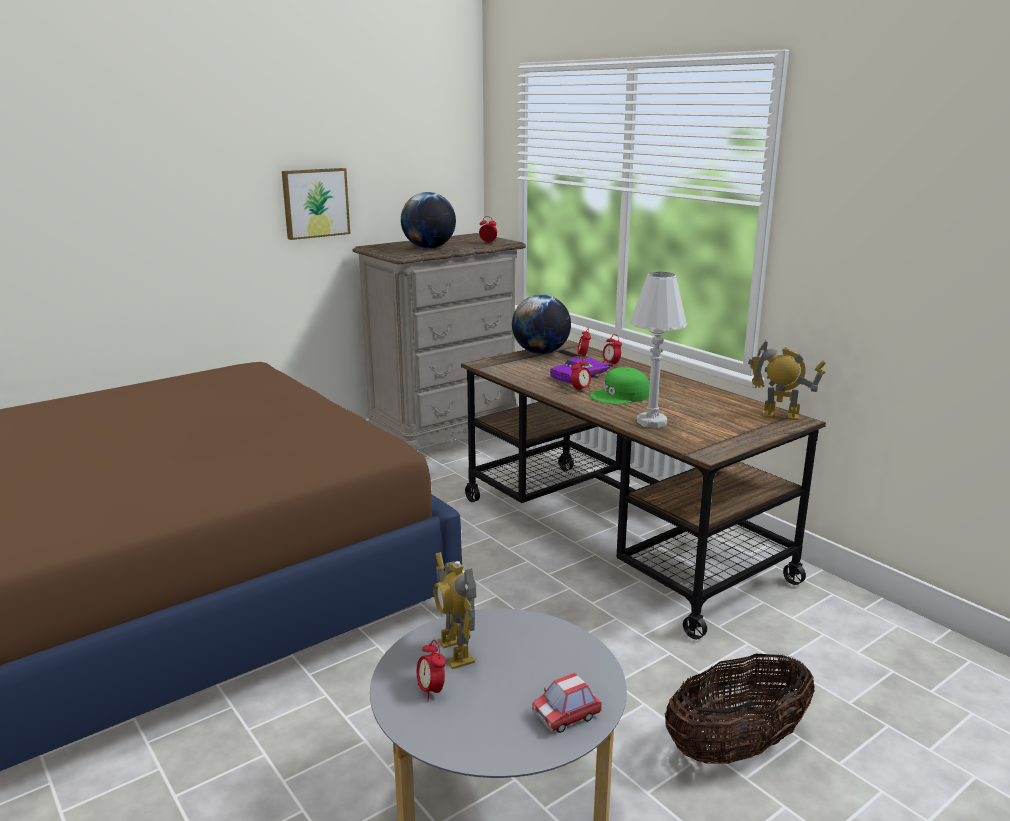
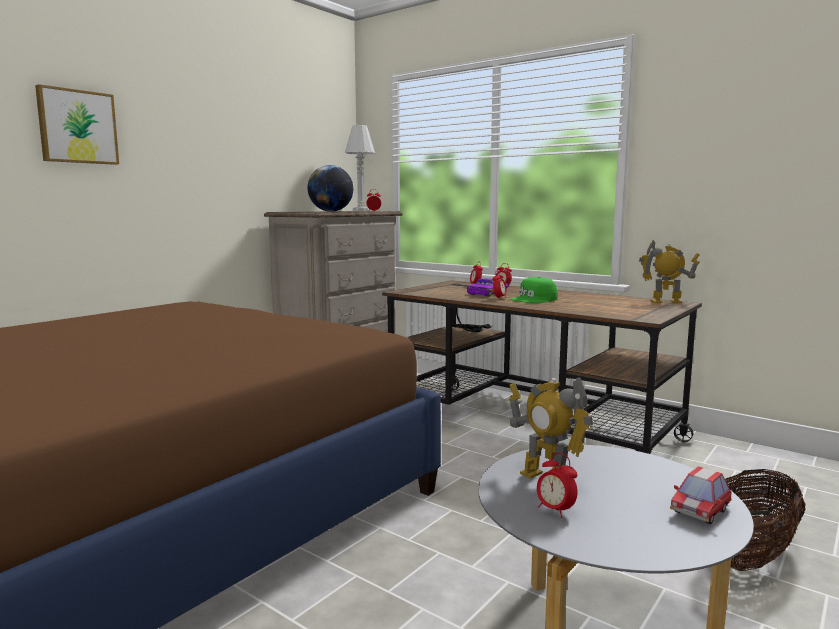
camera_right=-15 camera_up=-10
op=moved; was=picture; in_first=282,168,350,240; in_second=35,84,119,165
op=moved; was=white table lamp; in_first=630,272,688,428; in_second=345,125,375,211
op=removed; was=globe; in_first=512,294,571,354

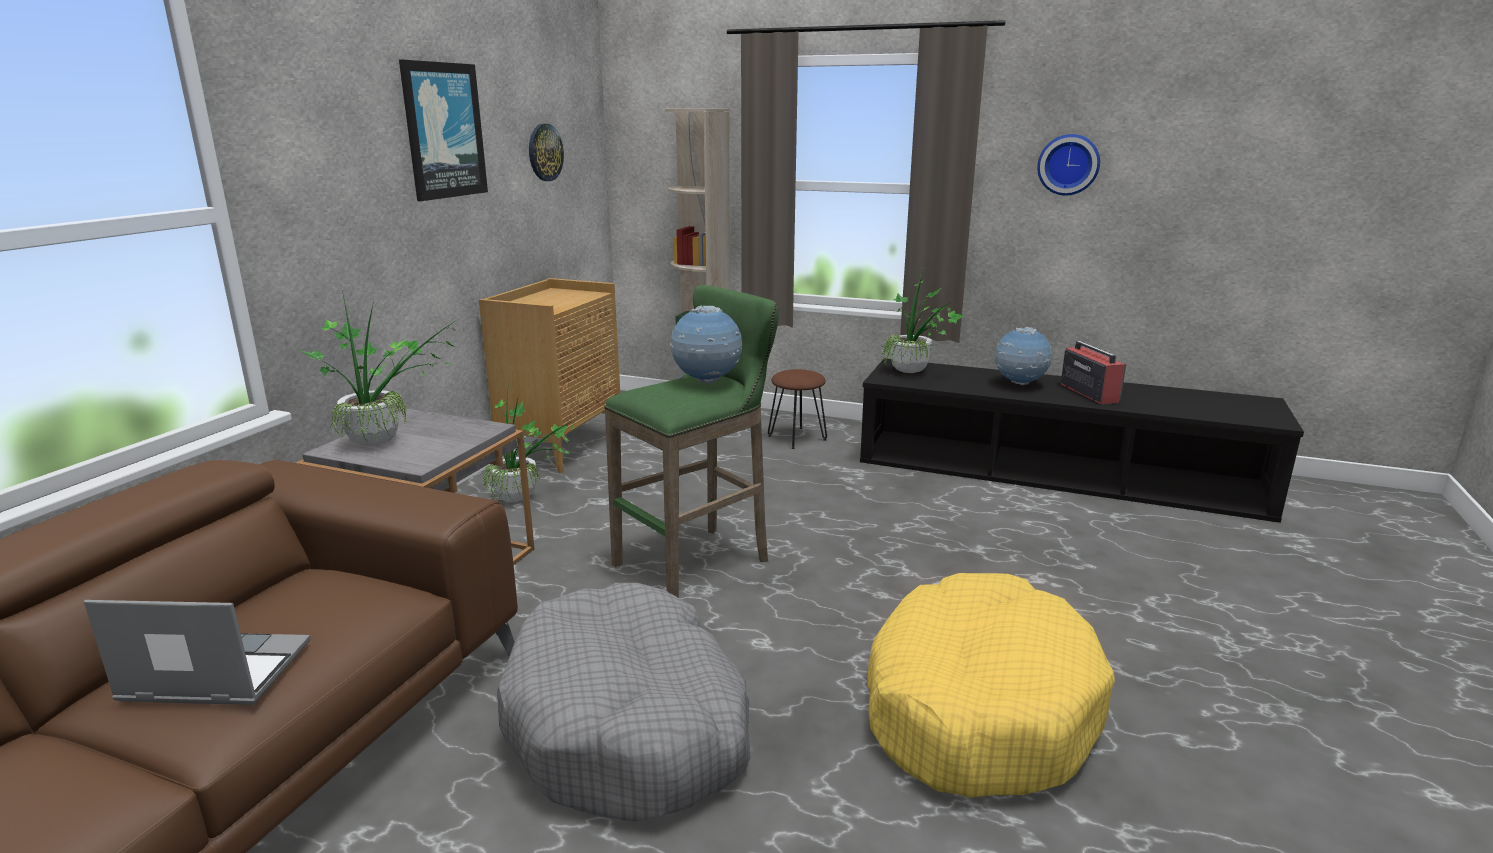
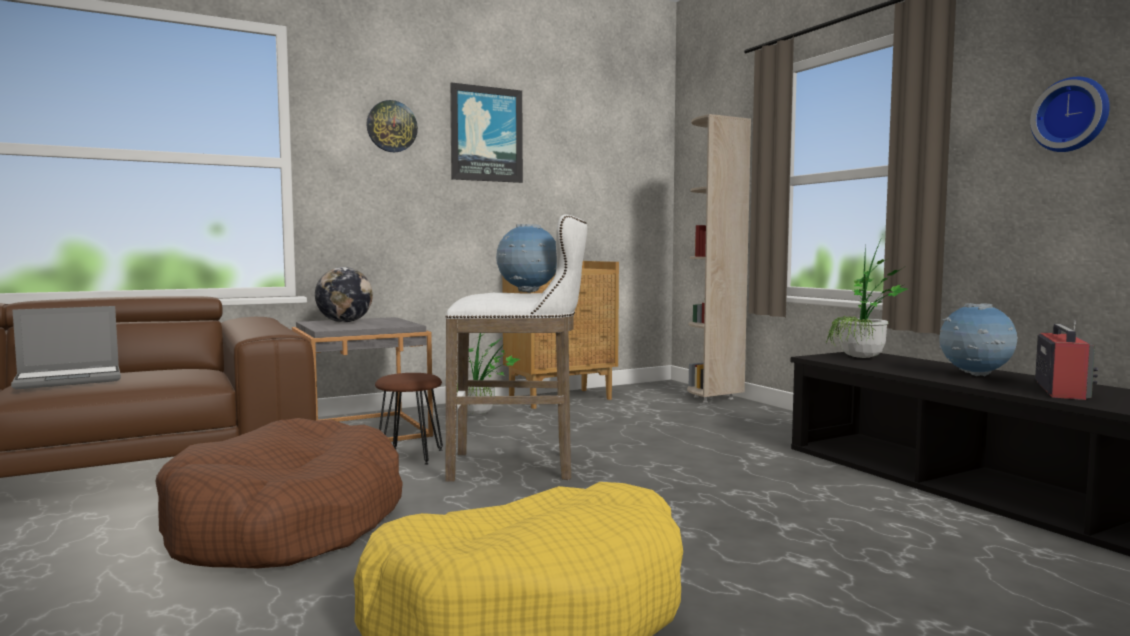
camera_right=40 camera_up=-15
op=turned; was=laptop; in_first=84,600,311,705; in_second=11,306,121,390; clockwise=105
op=recoloured; was=grey dog bed; now=brown dog bed; in_first=497,583,751,822; in_second=155,418,403,568
op=replaced; was=potted plant; now=globe; in_first=299,290,460,446; in_second=315,267,373,323
op=moved; was=wall clock; in_first=529,124,564,181; in_second=366,100,418,152
op=moved; was=brown stool; in_first=768,369,827,449; in_second=375,373,443,465
op=recoloured; was=green stool; now=white stool; in_first=604,285,779,598; in_second=445,215,587,482

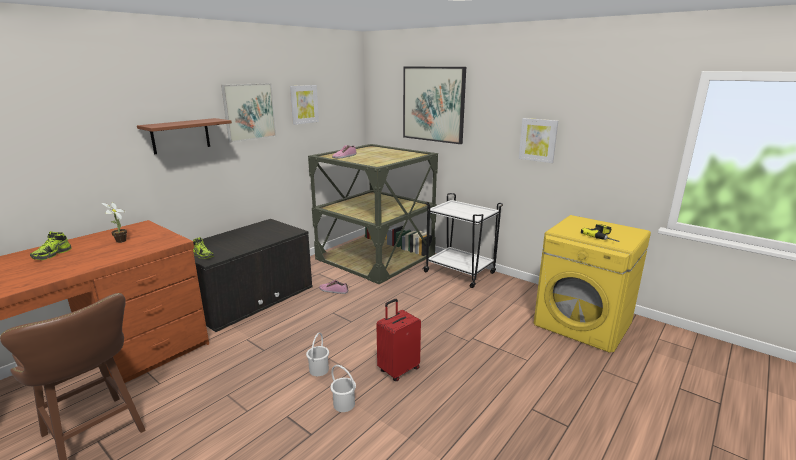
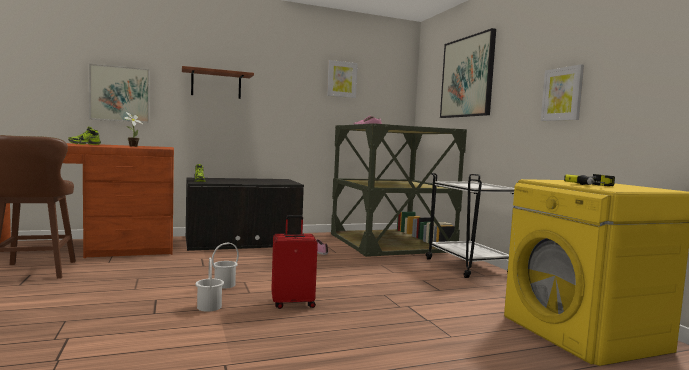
camera_right=30 camera_up=-15
op=moved; was=picture; in_first=221,83,276,143; in_second=89,64,150,123

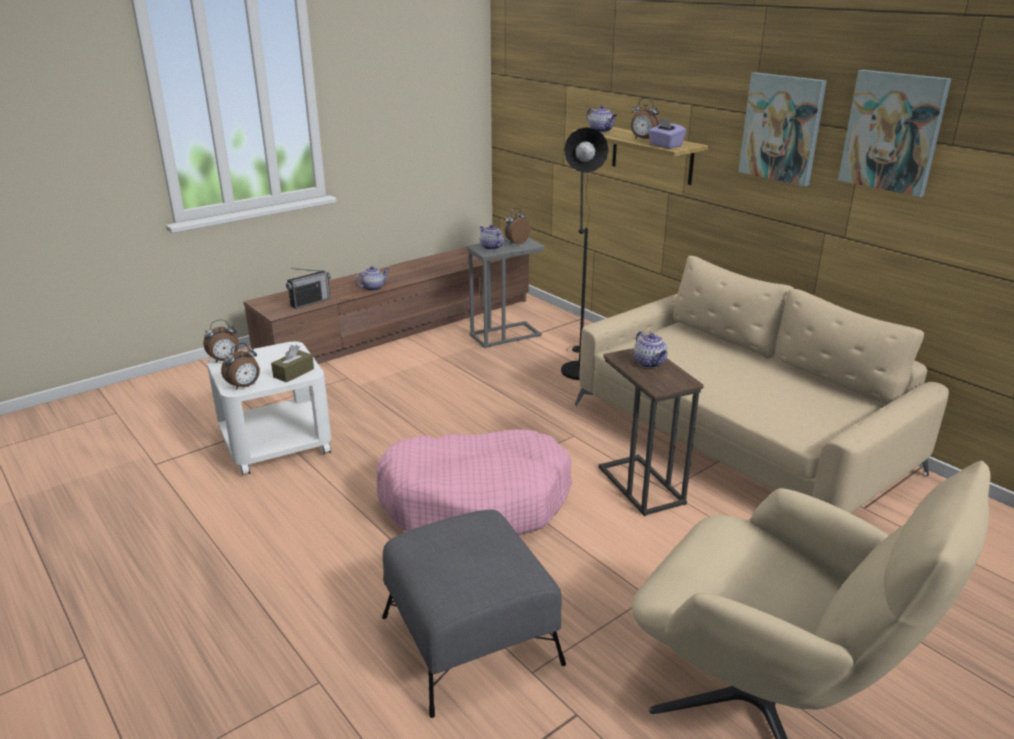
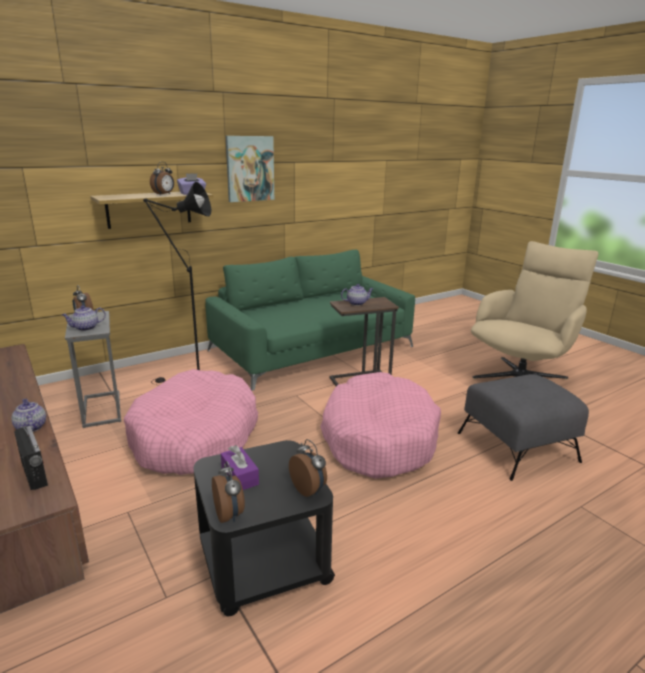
camera_right=-85 camera_up=-5
op=added; now=pink dog bed; in_second=124,369,258,475
op=recoloured; was=white side table; now=black side table; in_first=207,342,331,476; in_second=193,440,335,616
op=recoloured; was=beige sofa; now=green sofa; in_first=575,256,949,513; in_second=205,250,415,391
op=added; now=purple tissue box; in_second=221,445,259,490
op=removed; was=brown tissue box; in_first=271,345,314,383
op=removed; was=teapot; in_first=587,105,617,132
op=removed; was=picture; in_first=838,70,951,197

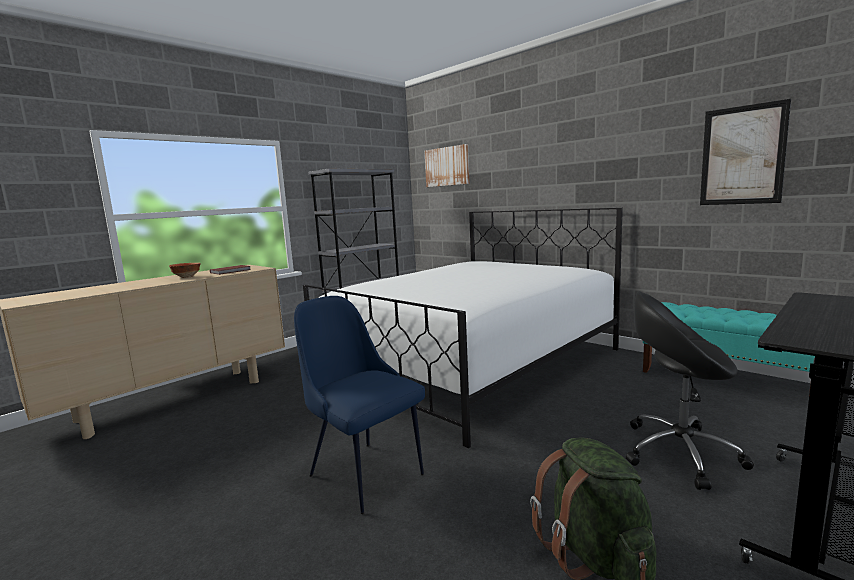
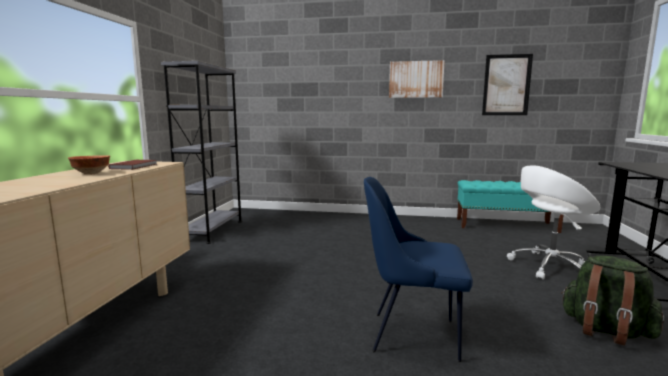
camera_right=-35 camera_up=0
op=moved; was=picture; in_first=424,144,469,187; in_second=389,60,445,98
op=recoloured; was=black office chair; now=white office chair; in_first=626,292,754,490; in_second=507,165,600,280
op=removed; was=white bed; in_first=303,208,623,448

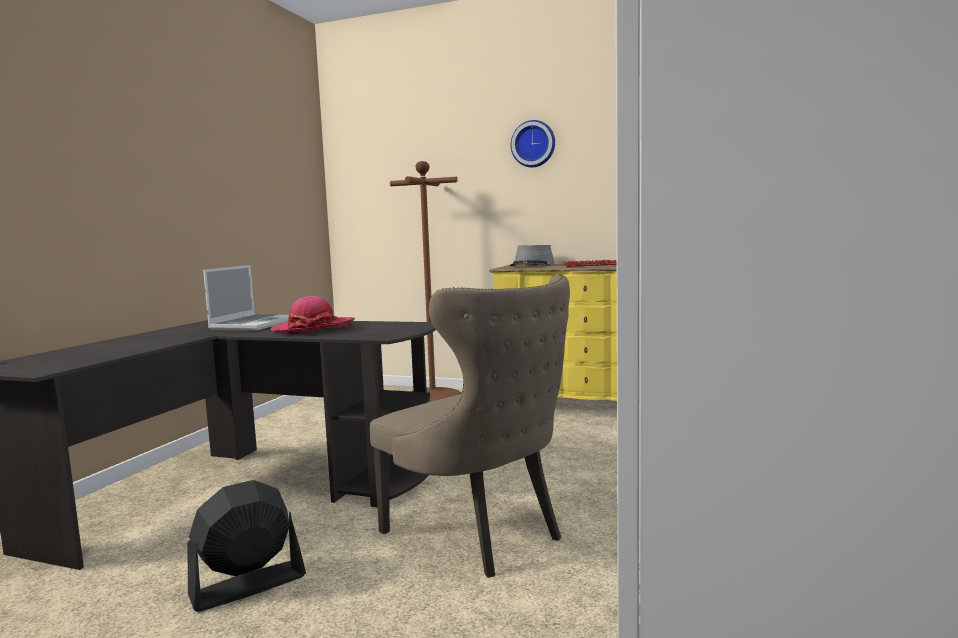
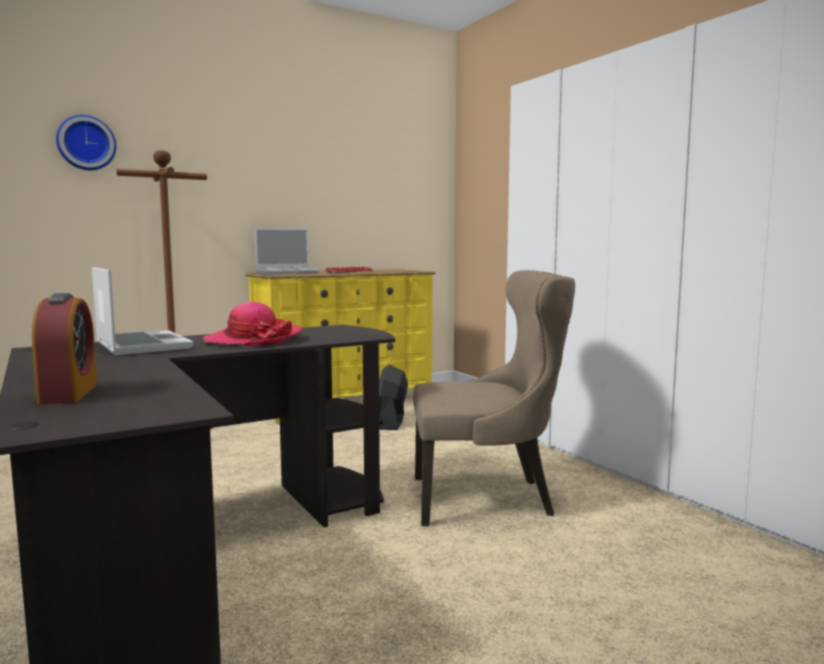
camera_right=-50 camera_up=0
op=added; now=alarm clock; in_second=32,293,97,404
op=moved; was=wall clock; in_first=511,120,555,167; in_second=56,115,116,170
op=replaced; was=grey hat; now=laptop; in_first=510,245,554,266; in_second=254,228,320,274
op=moved; was=black fan; in_first=187,480,306,612; in_second=379,365,408,430

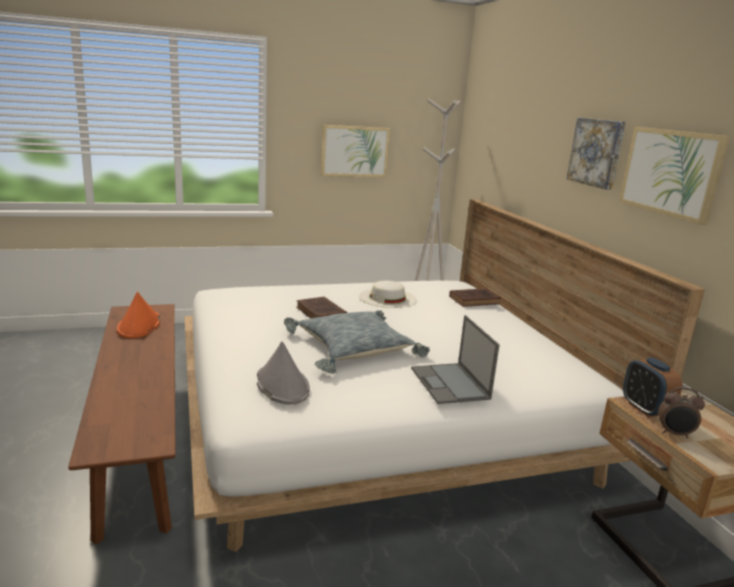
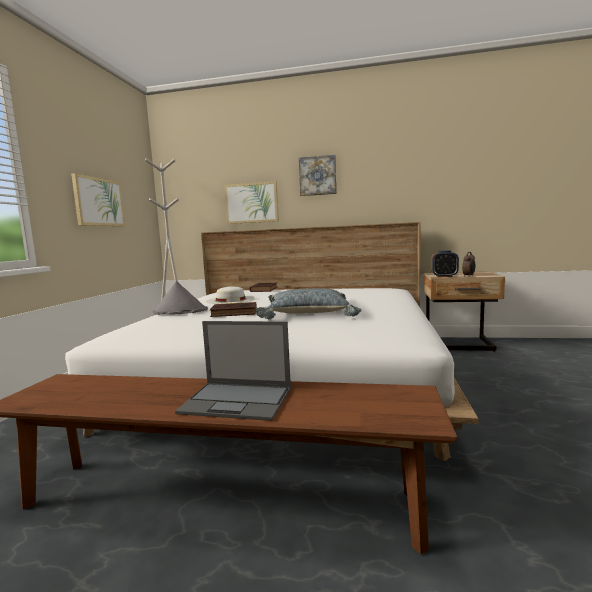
camera_right=-60 camera_up=-10
op=moved; was=grey hat; in_first=257,342,310,405; in_second=153,281,208,315
op=moved; was=laptop; in_first=411,315,500,404; in_second=175,321,291,421
op=moved; was=picture; in_first=619,127,730,225; in_second=224,181,279,224
op=removed; was=orange hat; in_first=117,292,160,338

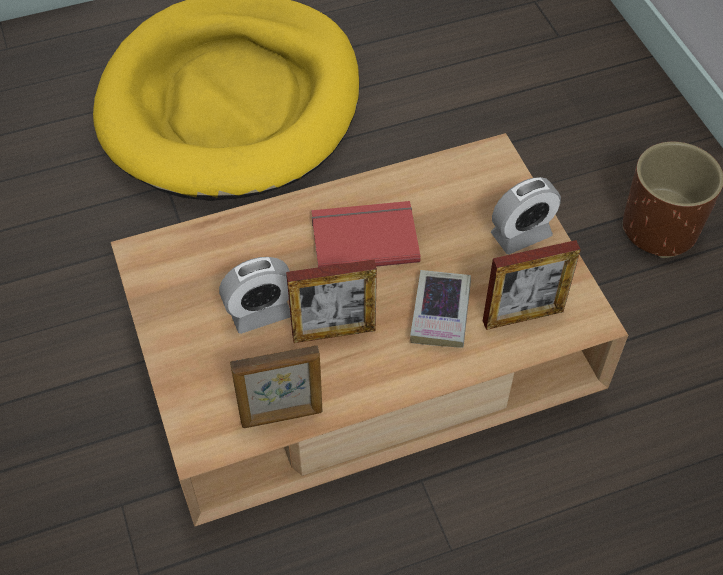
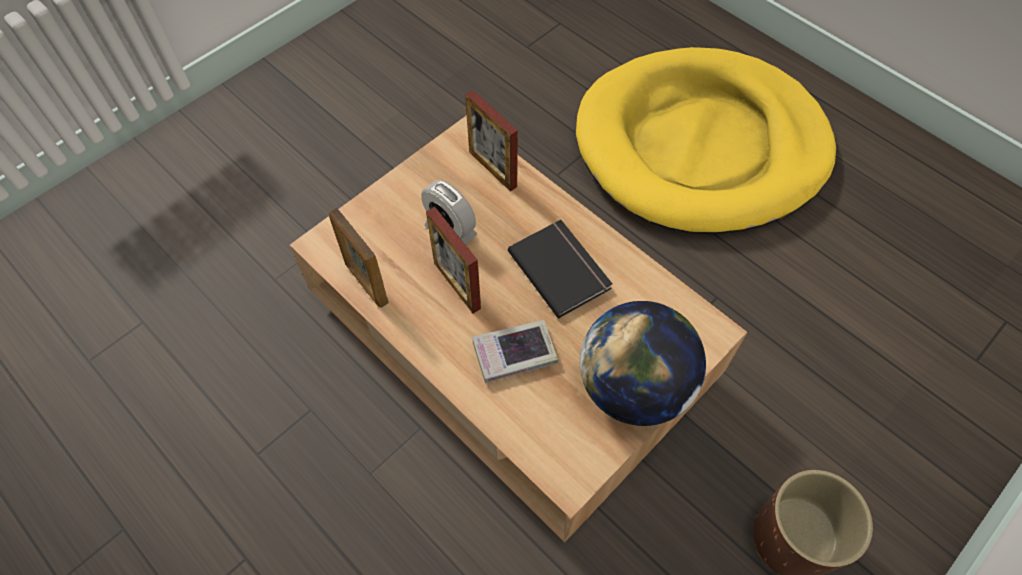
camera_right=65 camera_up=5
op=moved; was=picture frame; in_first=483,240,581,330; in_second=465,90,518,191
op=recoloured; was=red book; now=black book; in_first=311,201,421,267; in_second=508,220,612,319
op=replaced; was=alarm clock; now=globe; in_first=491,177,561,254; in_second=580,301,706,426

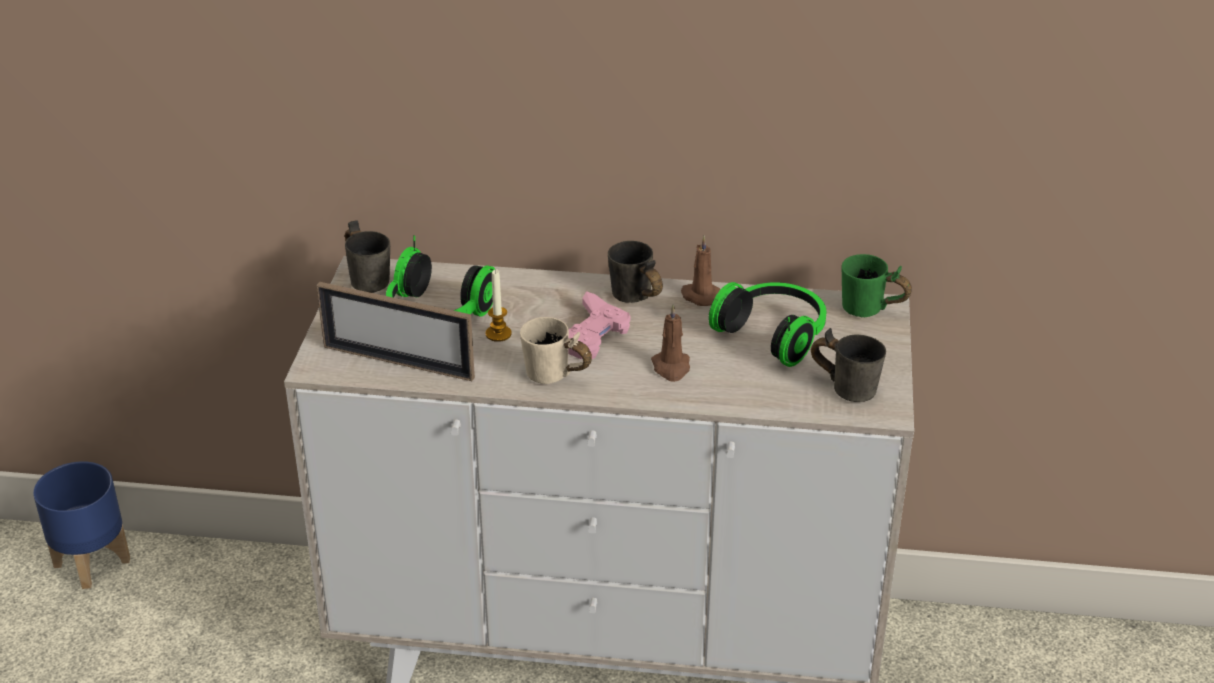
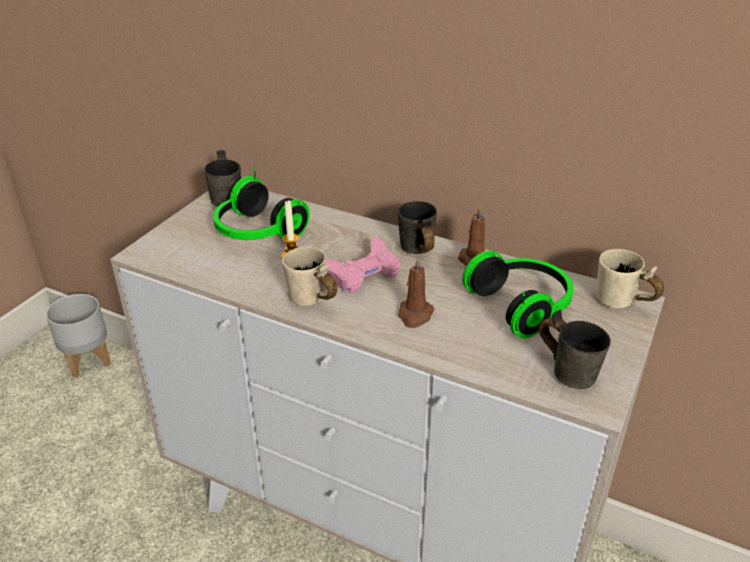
camera_right=20 camera_up=0
op=recoloured; was=blue planter; now=grey planter; in_first=33,461,130,589; in_second=46,294,111,377
op=recoloured; was=green mug; now=beige mug; in_first=841,254,912,317; in_second=596,249,664,308
op=removed; was=picture frame; in_first=316,282,475,381

